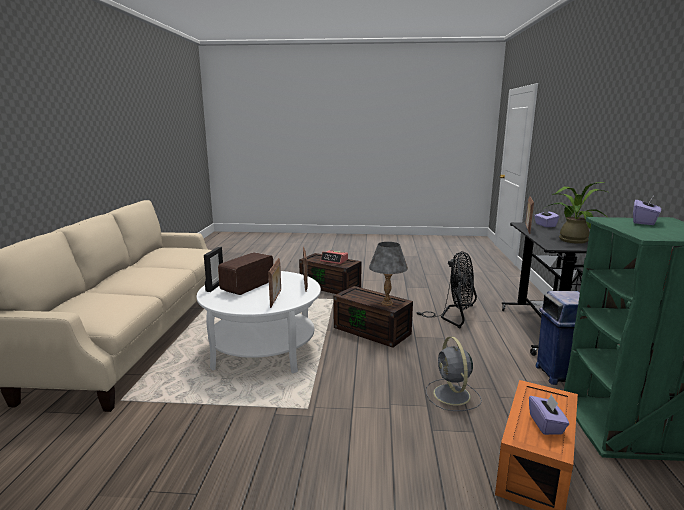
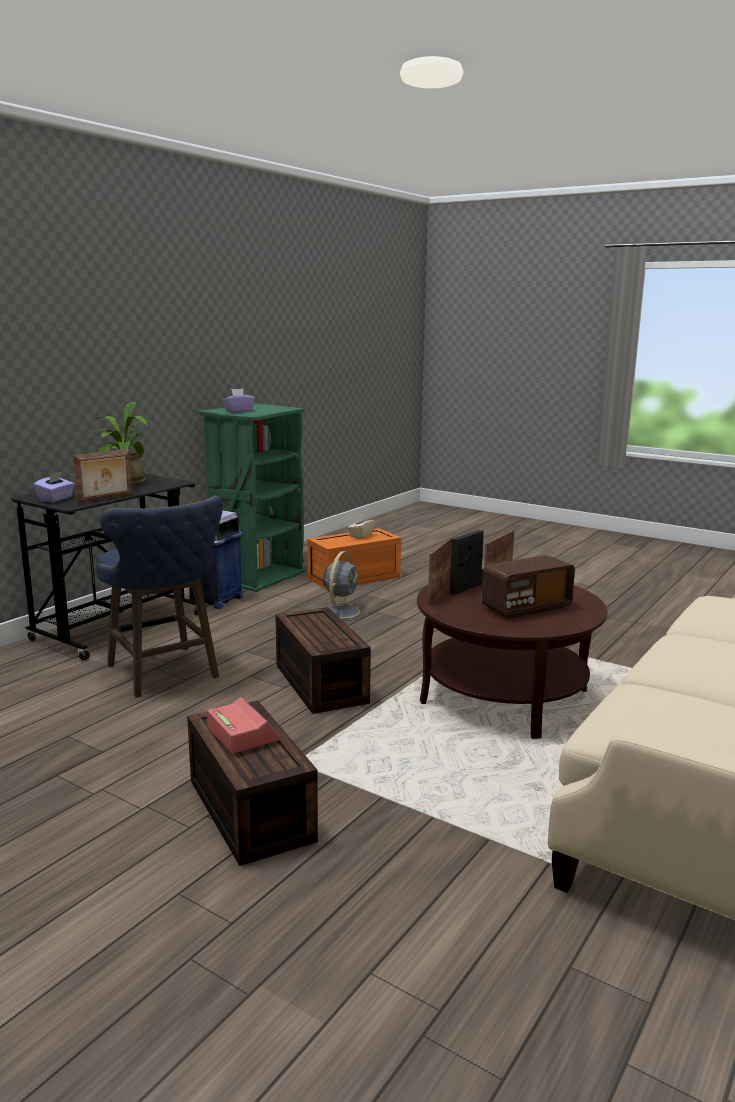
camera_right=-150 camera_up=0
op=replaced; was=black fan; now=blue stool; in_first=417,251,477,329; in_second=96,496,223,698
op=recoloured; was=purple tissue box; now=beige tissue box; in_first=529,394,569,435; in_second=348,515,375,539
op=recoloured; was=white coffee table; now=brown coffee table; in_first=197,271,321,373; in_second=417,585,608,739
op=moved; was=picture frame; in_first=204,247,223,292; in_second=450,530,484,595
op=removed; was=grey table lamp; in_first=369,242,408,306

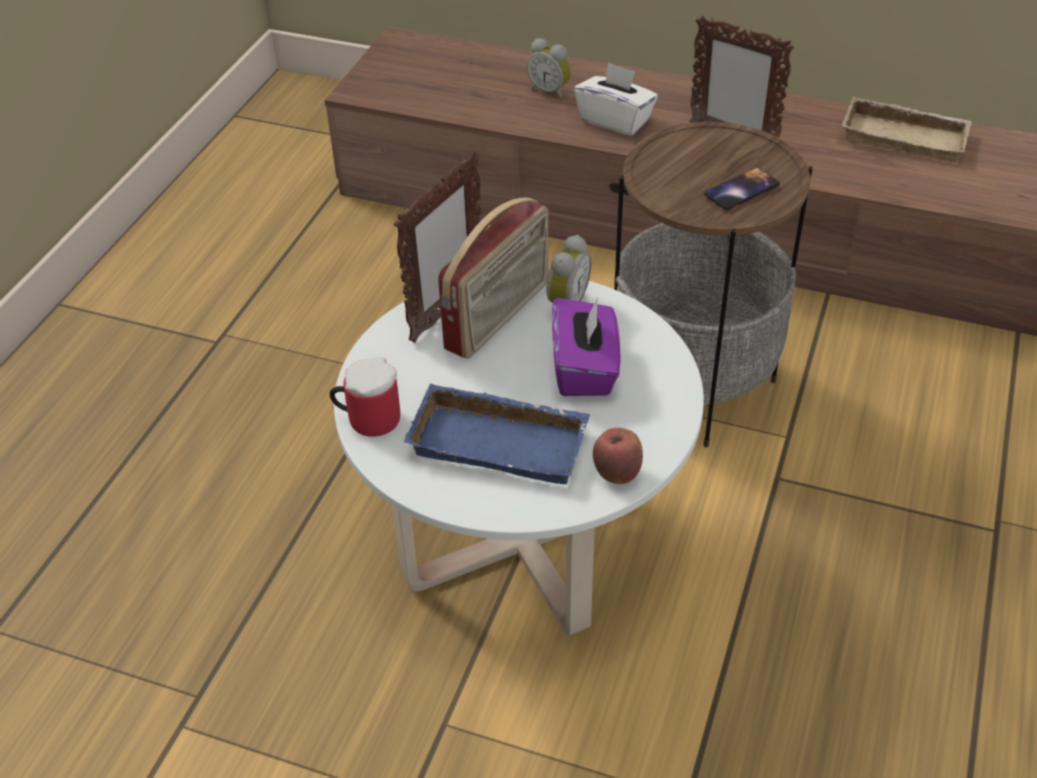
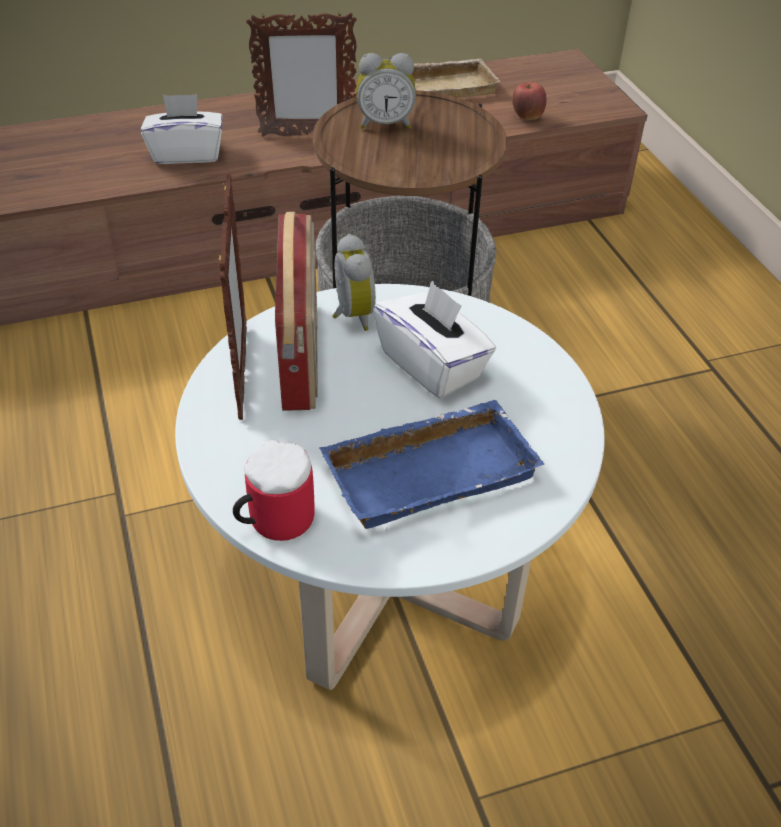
camera_right=-40 camera_up=0
op=moved; was=alarm clock; in_first=527,38,571,100; in_second=356,53,416,129
op=recoloured; was=purple tissue box; now=white tissue box; in_first=552,298,621,396; in_second=373,281,496,399
op=moved; was=apple; in_first=593,428,643,484; in_second=512,82,547,120
op=removed; was=phone; in_first=704,168,780,210

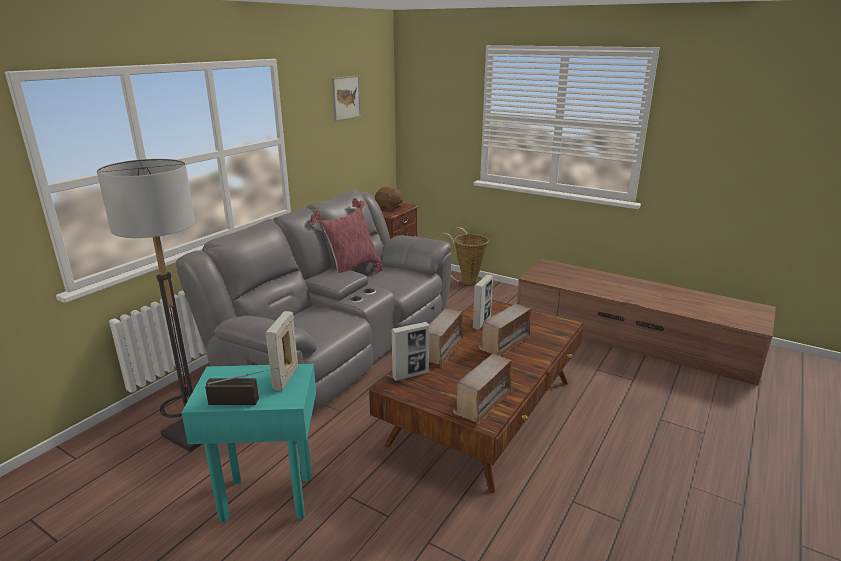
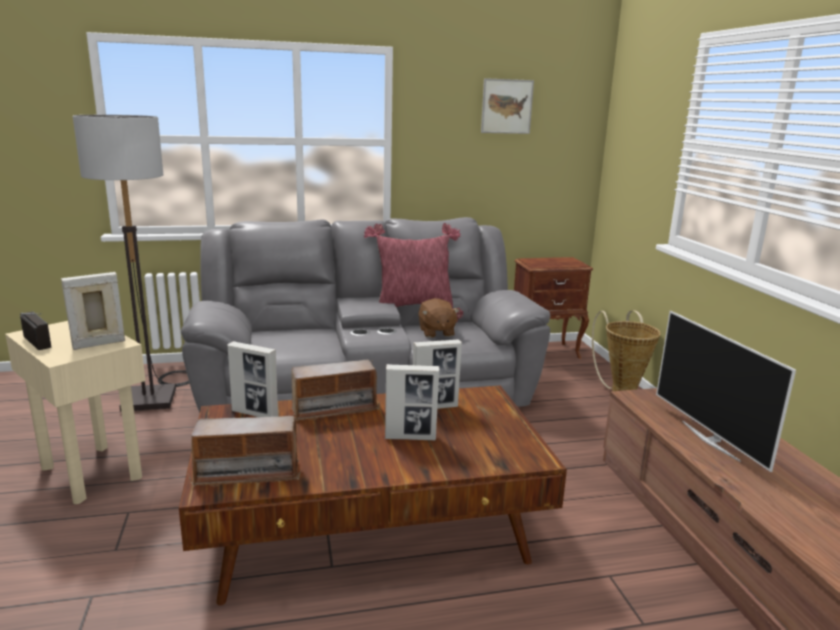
camera_right=45 camera_up=-5
op=recoloured; was=turquoise side table; now=beige side table; in_first=181,364,316,523; in_second=5,321,145,504
op=replaced; was=radio; now=picture frame; in_first=479,304,532,356; in_second=385,364,439,440
op=moved; was=brown plush toy; in_first=375,187,403,210; in_second=418,298,460,338
op=added; now=television; in_second=656,311,796,472

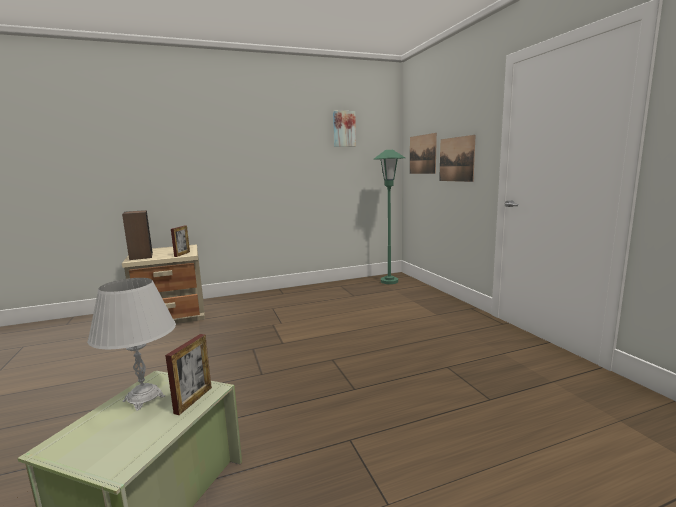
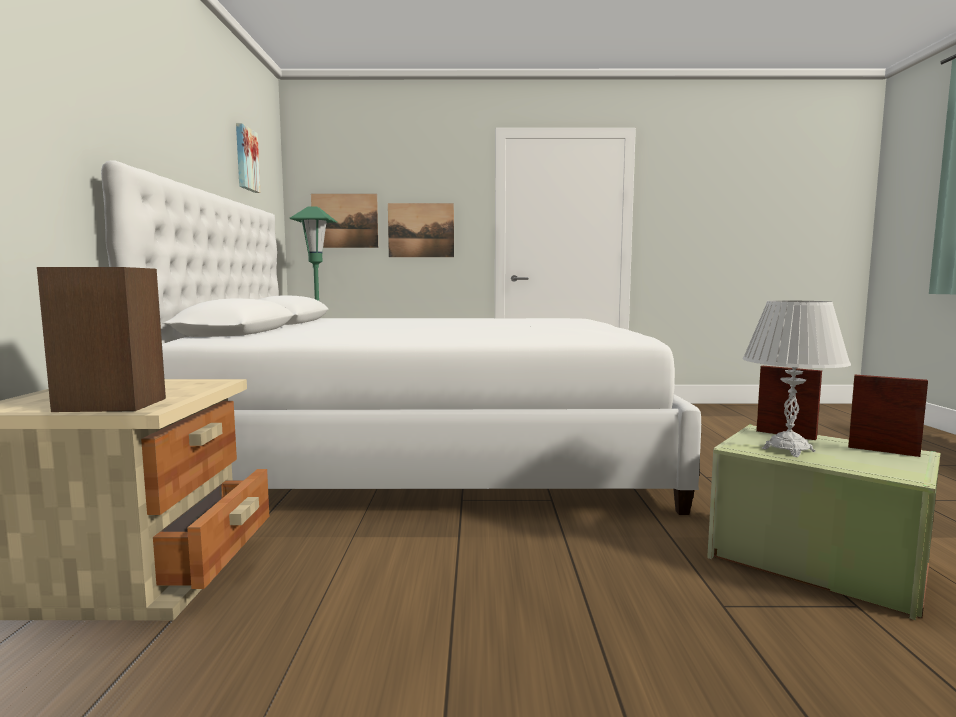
camera_right=-70 camera_up=-5
op=added; now=white bed; in_second=101,160,701,515
op=moved; was=picture frame; in_first=171,226,190,257; in_second=848,374,928,457

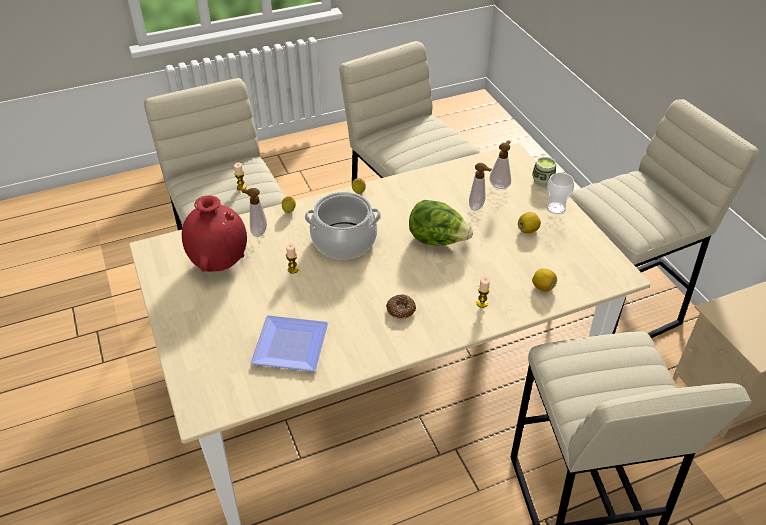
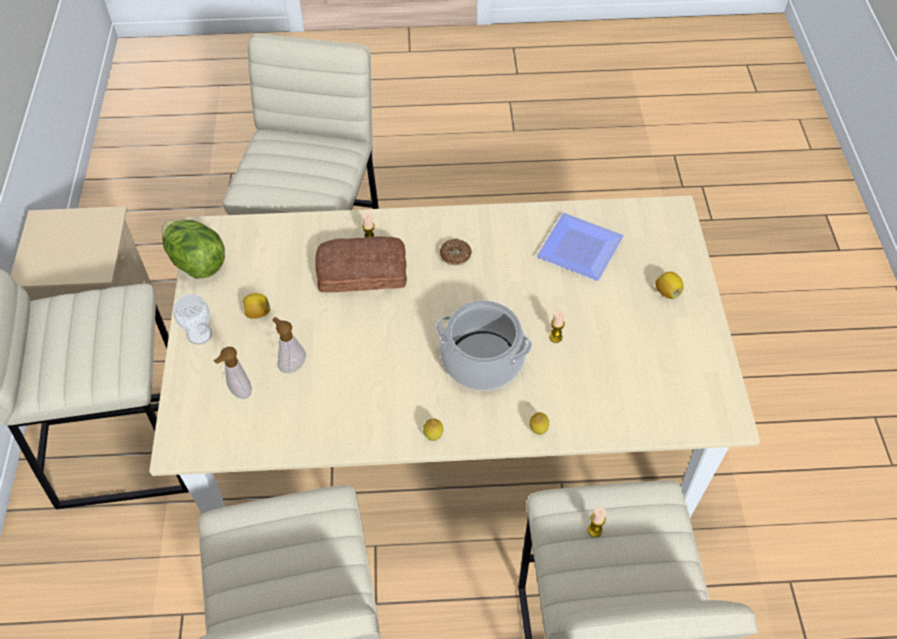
camera_right=-160 camera_up=10
op=moved; was=lettuce; in_first=409,200,473,246; in_second=162,220,225,279
op=added; now=bread; in_second=315,236,407,293
op=moved; was=lemon; in_first=532,268,557,291; in_second=655,272,684,299
op=removed; was=red vase; in_first=182,196,247,272
op=removed; was=soap dispenser; in_first=242,188,267,237
op=removed; was=cup; in_first=532,157,556,187

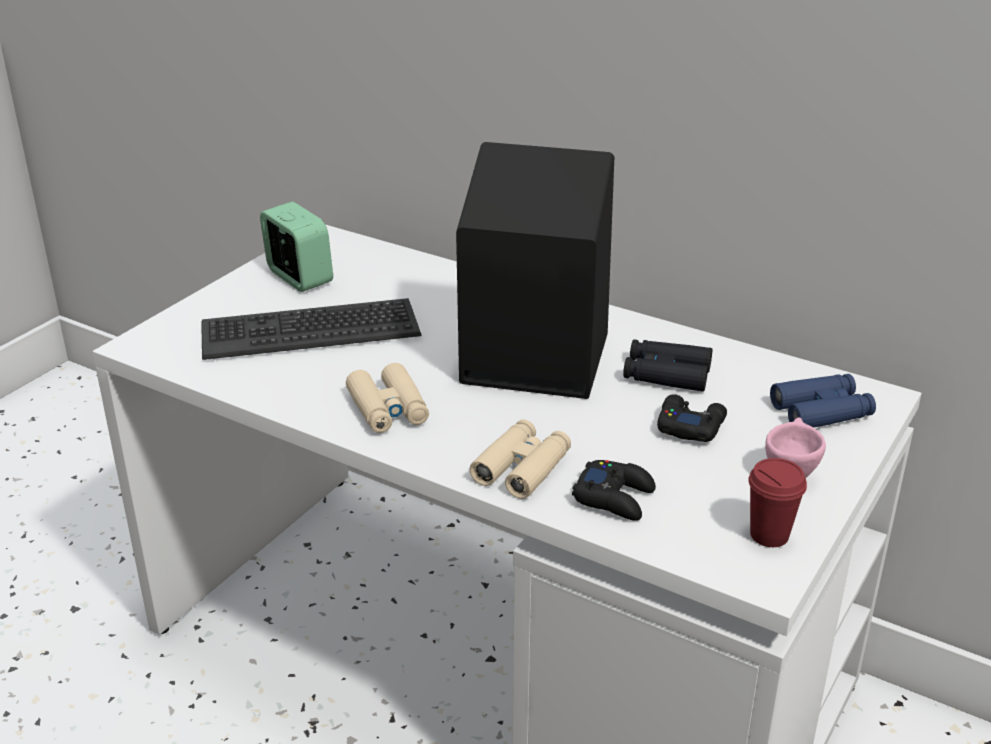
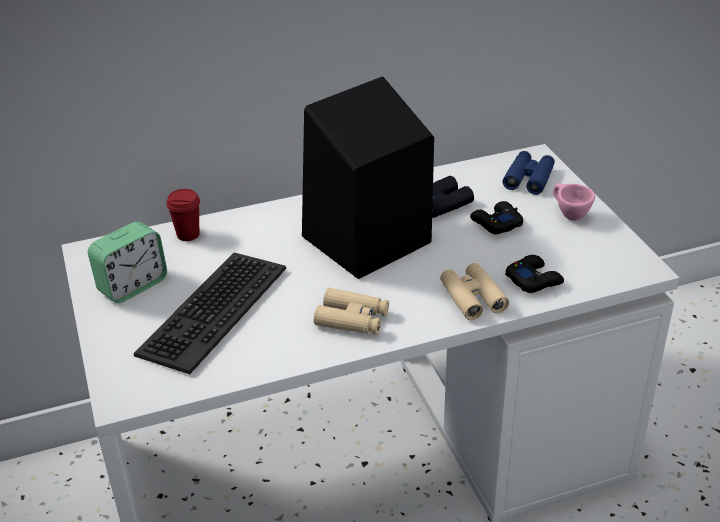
camera_right=-50 camera_up=5
op=turned; was=alarm clock; in_first=260,202,333,292; in_second=88,221,167,303; clockwise=135
op=moved; was=red cup; in_first=748,458,807,547; in_second=166,189,200,241

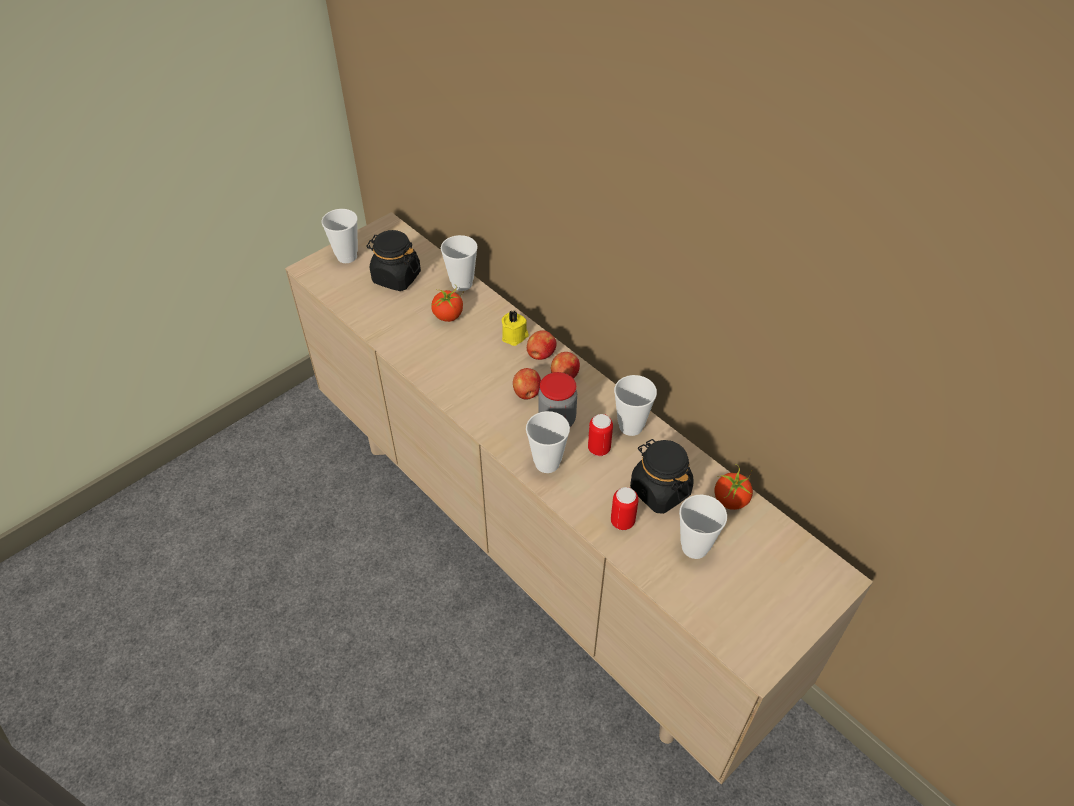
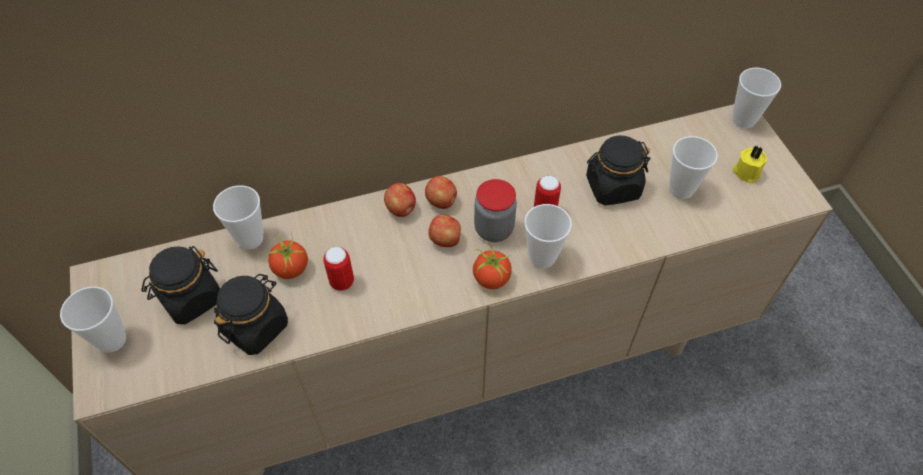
camera_right=-65 camera_up=5
op=added; now=black jar; in_second=214,274,288,355
op=moved; was=can; in_first=611,487,639,530; in_second=323,247,354,291
op=moved; was=tomato; in_first=714,464,753,510; in_second=473,242,512,289
op=moved; was=cup; in_first=614,375,657,436; in_second=732,68,781,128
op=moved; was=yellow candle; in_first=502,310,529,346; in_second=733,146,767,183

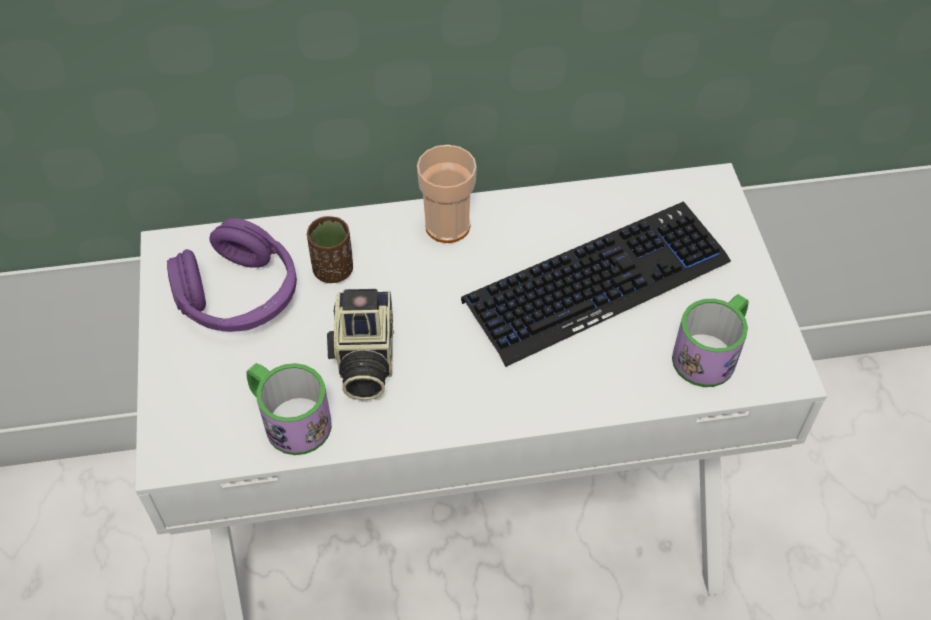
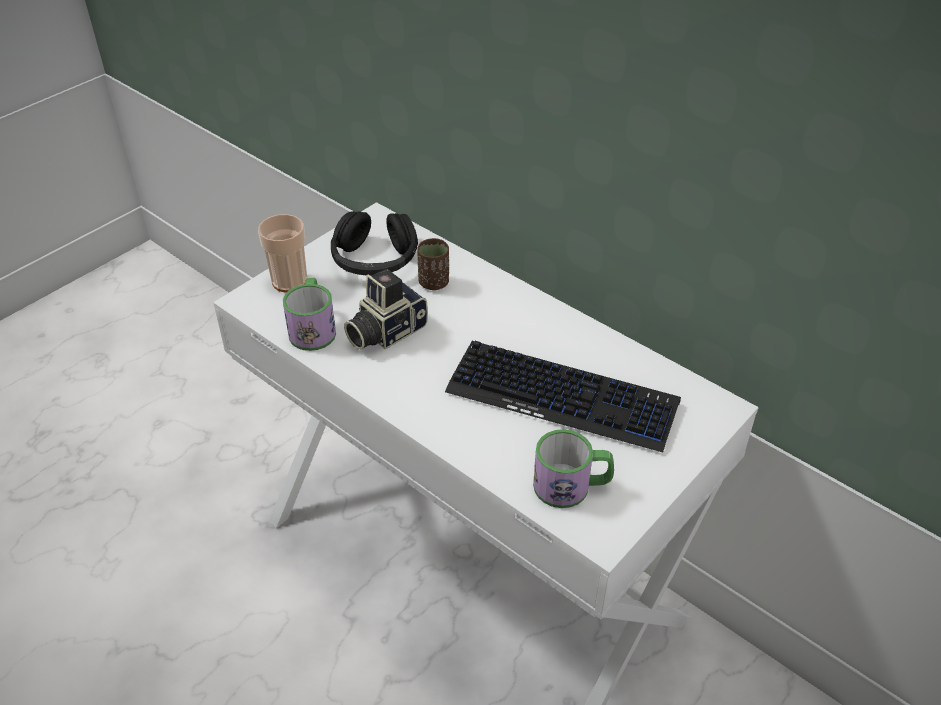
camera_right=50 camera_up=-10
op=moved; was=cup; in_first=417,145,477,243; in_second=258,214,307,293
op=recoloured; was=purple headphones; now=black headphones; in_first=167,218,297,332; in_second=331,211,418,276

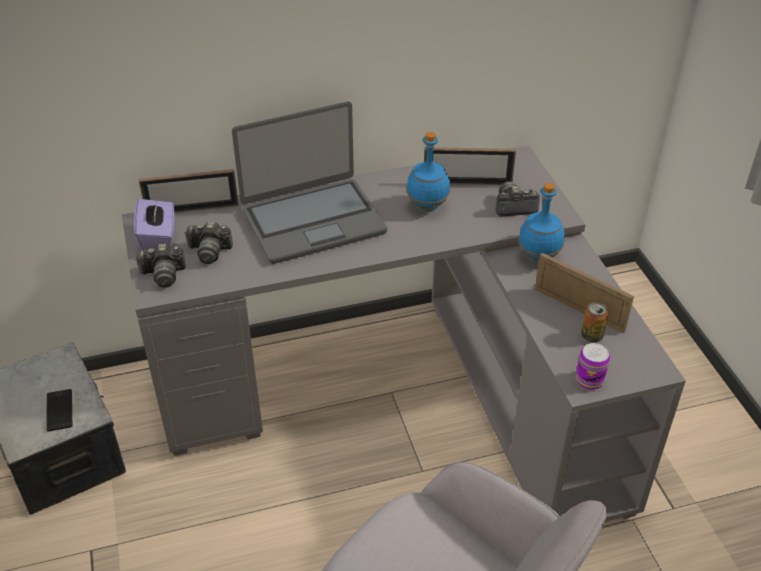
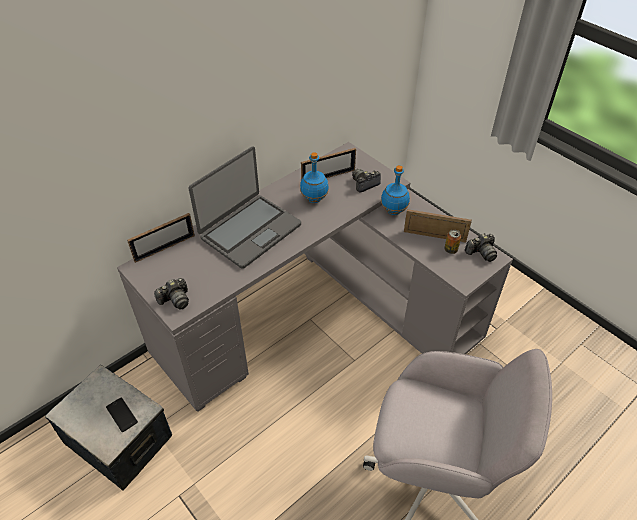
camera_right=-25 camera_up=5
op=moved; was=photo camera; in_first=184,221,233,264; in_second=465,233,497,262
op=removed; was=purple tissue box; in_first=134,197,174,251
op=removed; was=can; in_first=576,343,610,390

